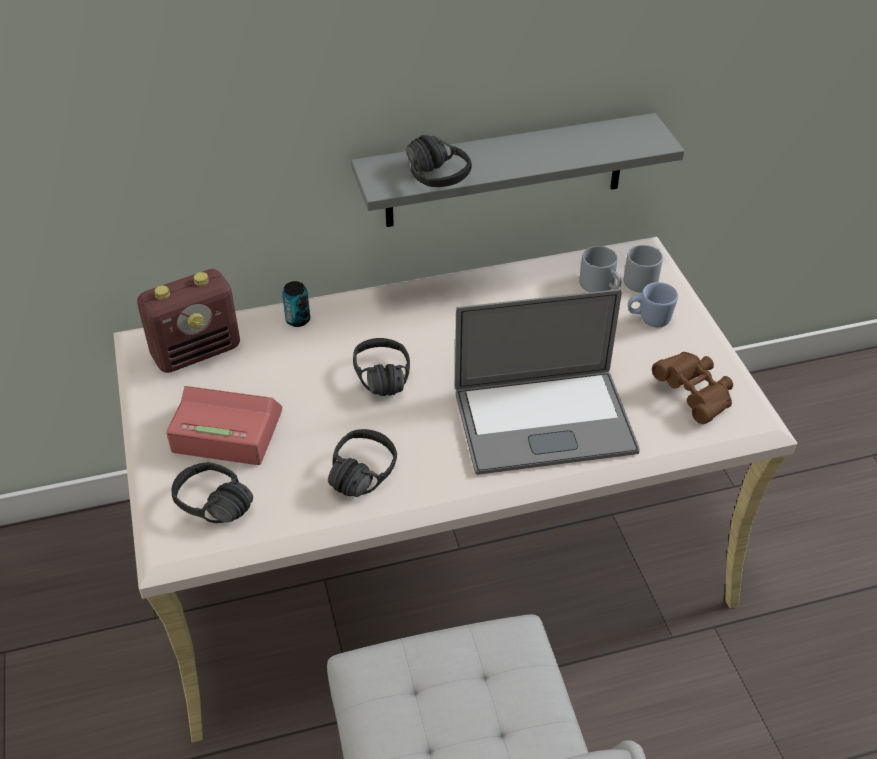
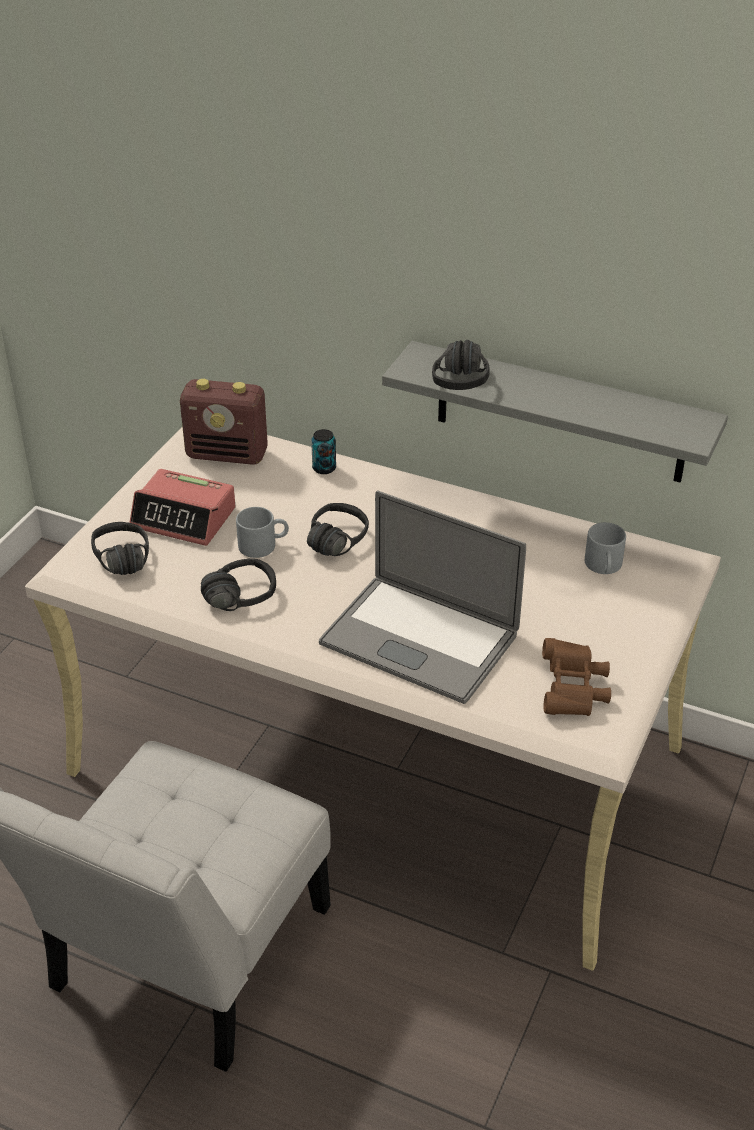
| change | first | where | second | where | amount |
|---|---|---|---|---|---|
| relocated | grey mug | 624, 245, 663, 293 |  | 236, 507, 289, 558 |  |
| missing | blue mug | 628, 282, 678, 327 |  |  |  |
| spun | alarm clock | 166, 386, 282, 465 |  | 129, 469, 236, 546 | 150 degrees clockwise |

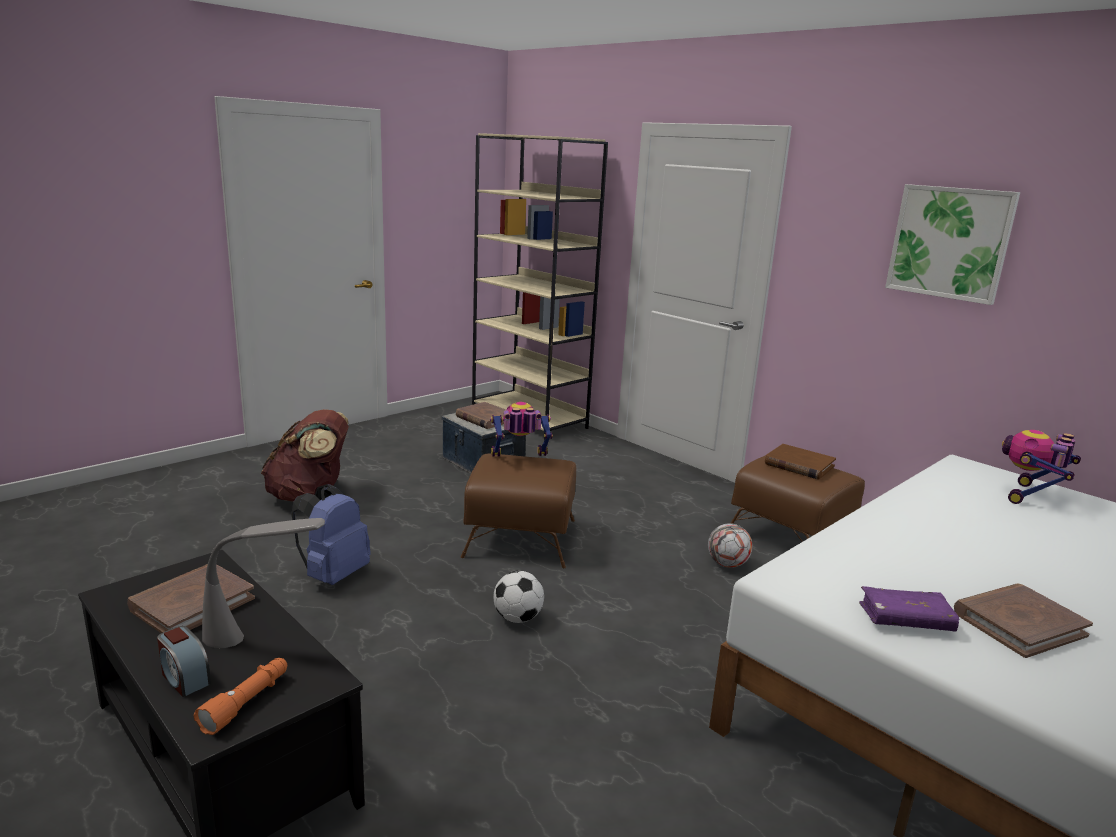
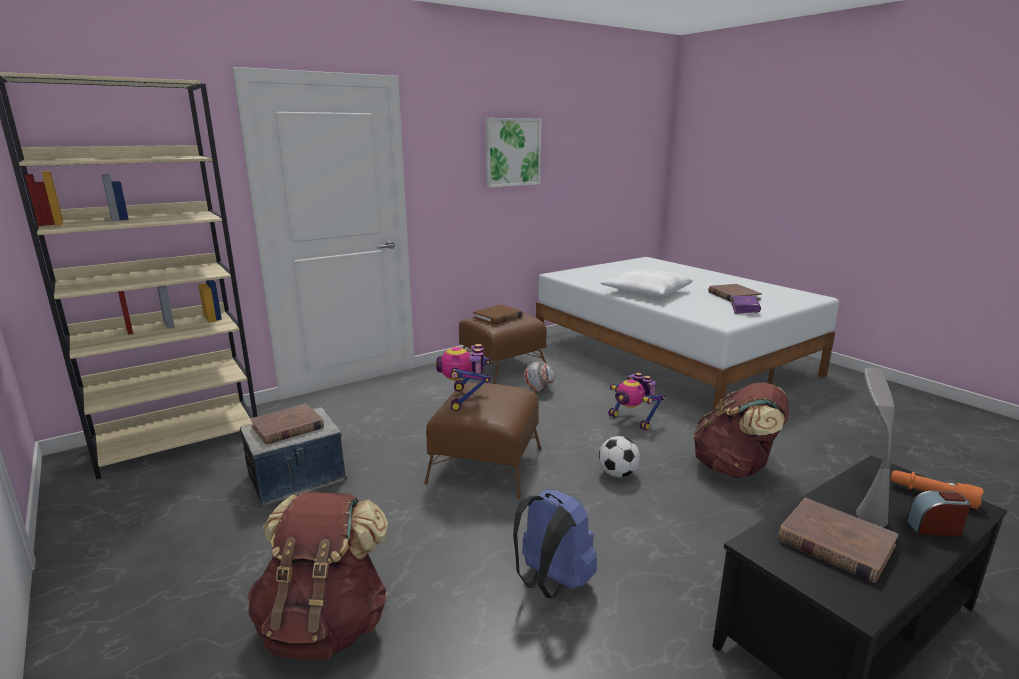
| change | first | where | second | where | amount |
|---|---|---|---|---|---|
| relocated | toy robot | 1002, 430, 1081, 504 |  | 608, 373, 665, 431 |  |
| spun | alarm clock | 157, 626, 211, 697 |  | 907, 490, 971, 537 | 135 degrees counterclockwise |
| appeared |  |  | white pillow | 601, 270, 693, 297 |  |
| appeared |  |  | brown backpack | 693, 383, 789, 478 |  |

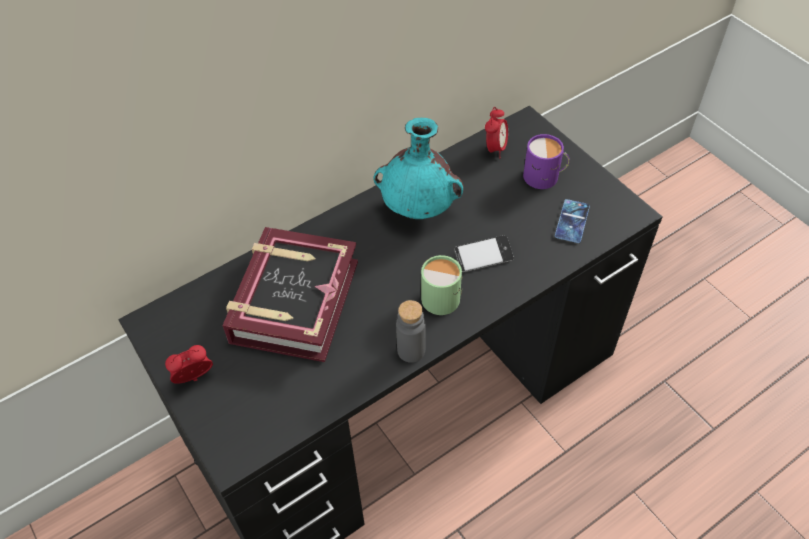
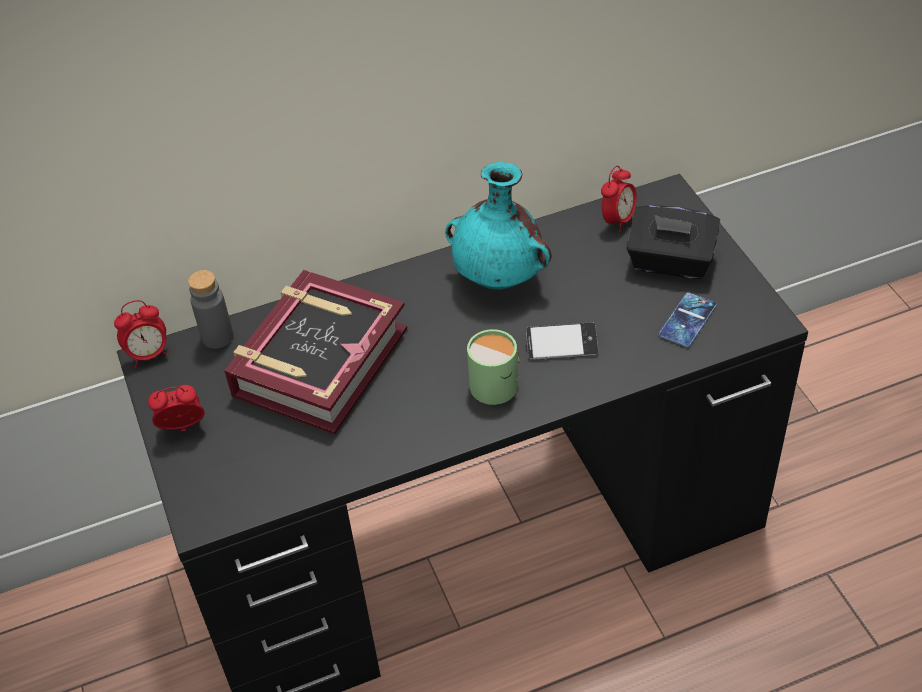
| change | first | where | second | where | amount |
|---|---|---|---|---|---|
| exchanged | purple mug | 523, 134, 570, 189 | black tissue box | 627, 205, 720, 279 |  |
| relocated | grey bottle | 396, 300, 426, 363 |  | 188, 270, 233, 349 |  |
| appeared |  |  | alarm clock | 114, 300, 168, 368 |  |

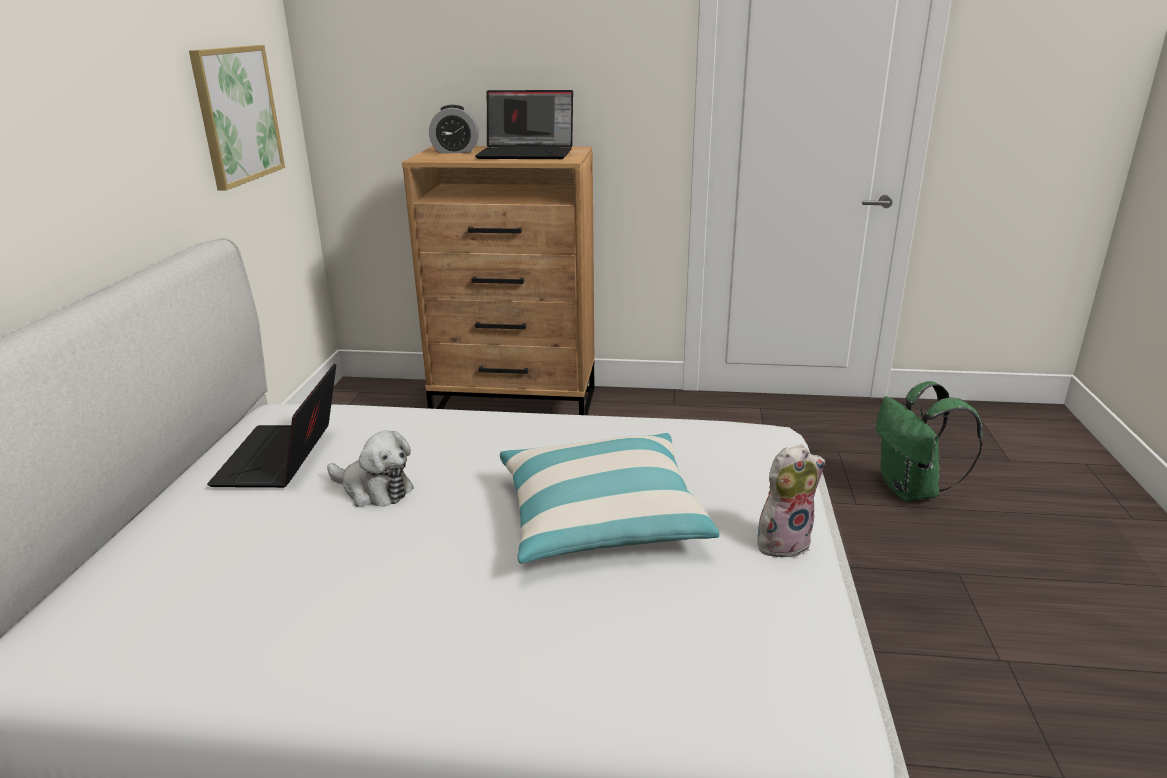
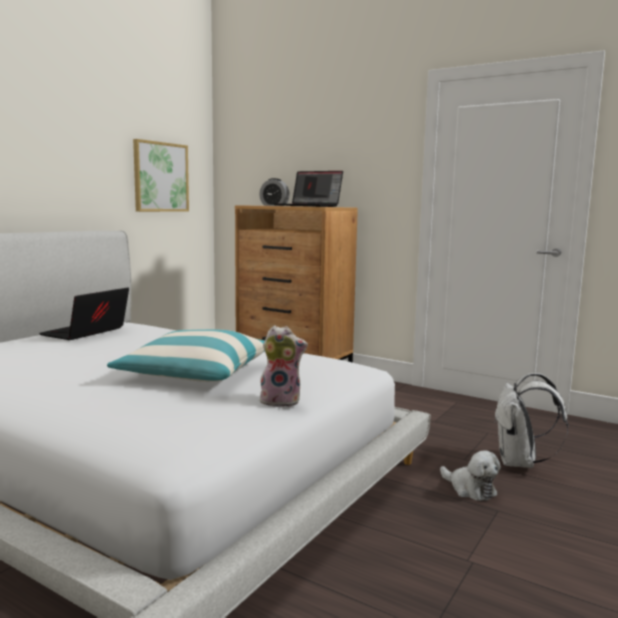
| change | first | where | second | where | amount |
|---|---|---|---|---|---|
| colour | green backpack | 876, 381, 983, 501 | white backpack | 494, 373, 569, 468 |  |
| relocated | plush toy | 327, 430, 414, 507 |  | 440, 450, 501, 501 |  |

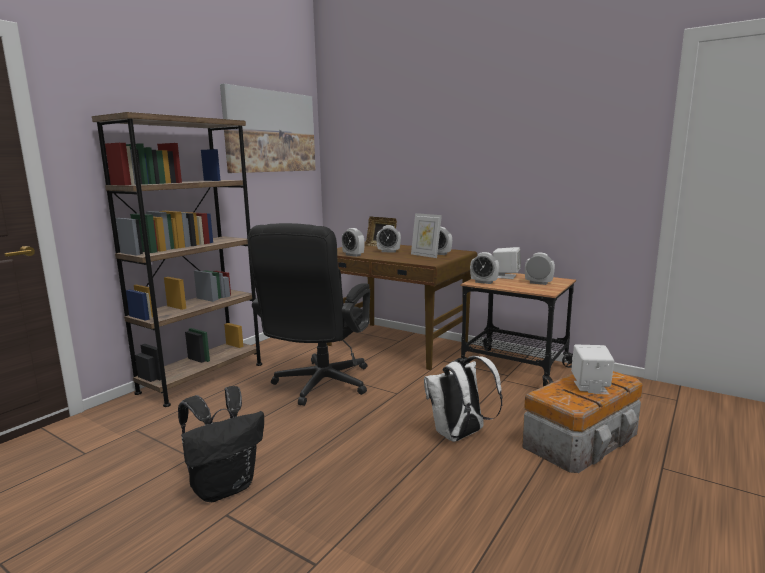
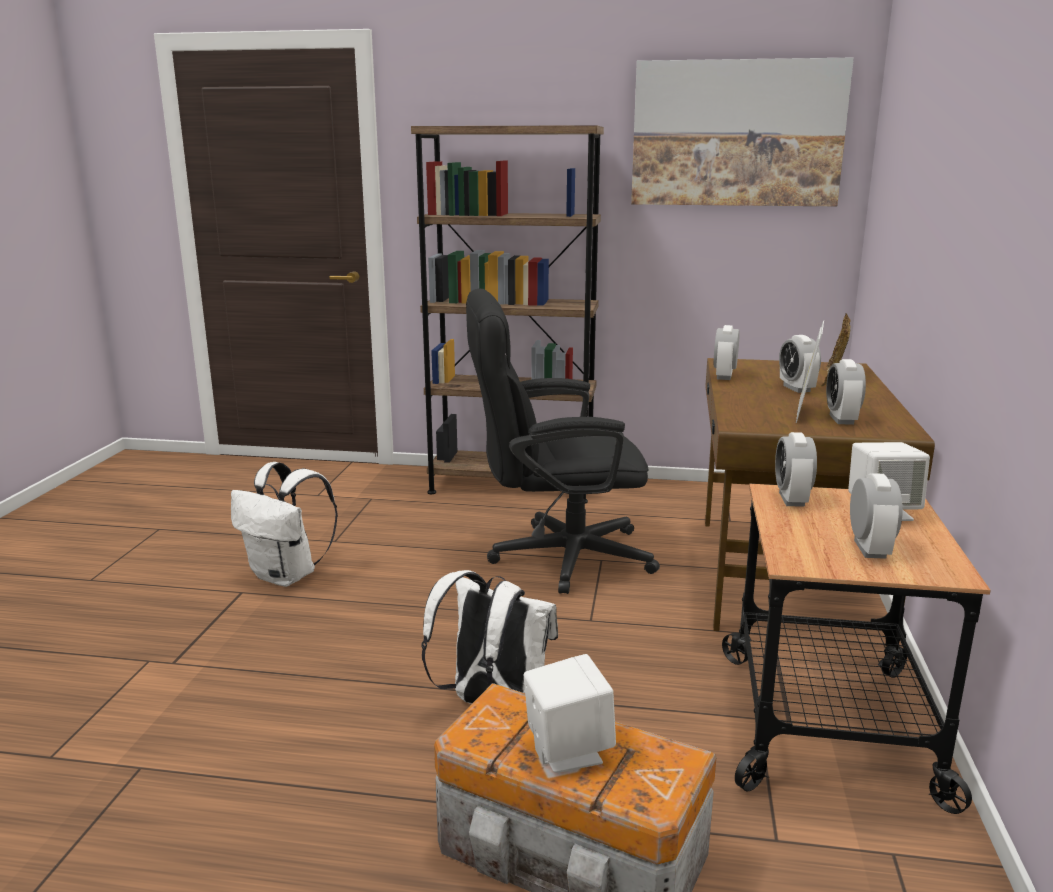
| change | first | where | second | where | amount |
|---|---|---|---|---|---|
| colour | black backpack | 178, 386, 264, 502 | white backpack | 231, 462, 338, 587 |  |

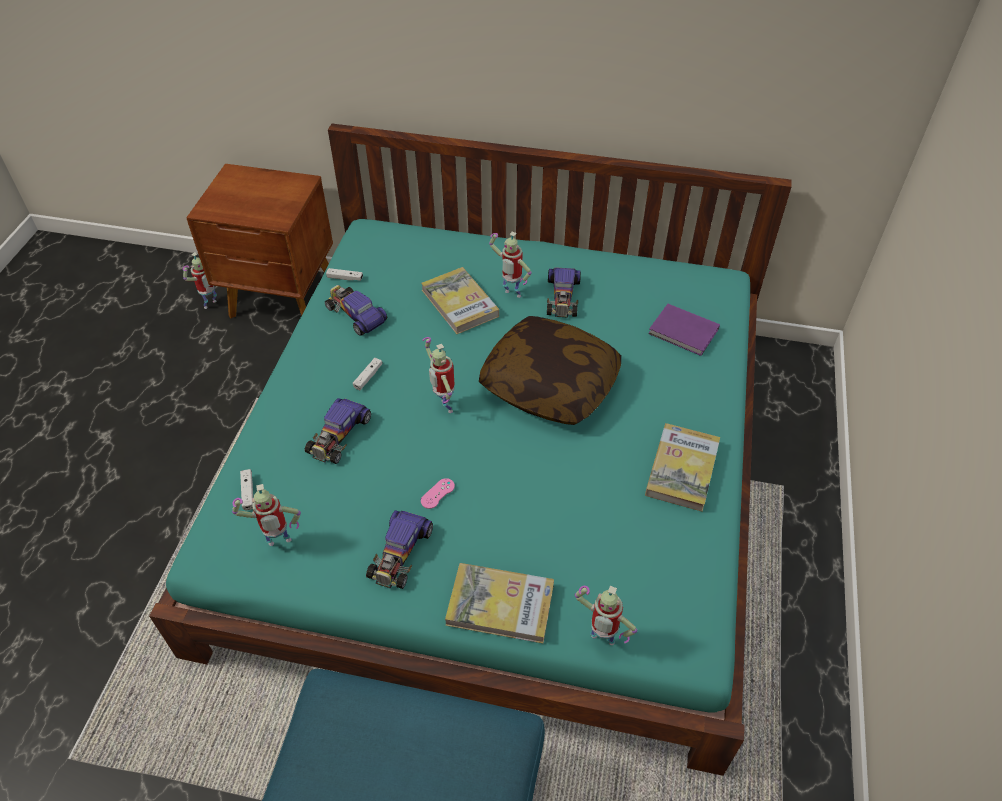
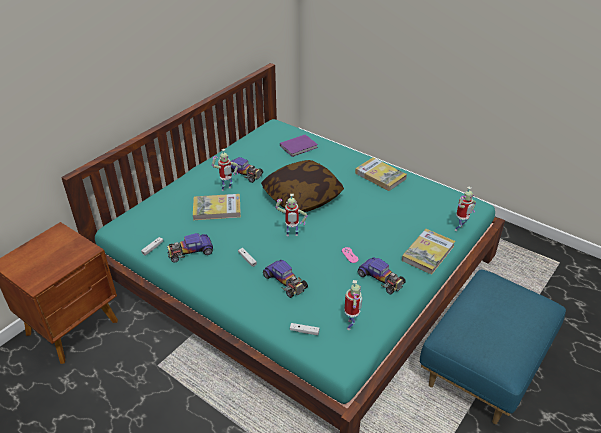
| change | first | where | second | where | amount |
|---|---|---|---|---|---|
| missing | toy robot | 183, 252, 217, 309 |  |  |  |

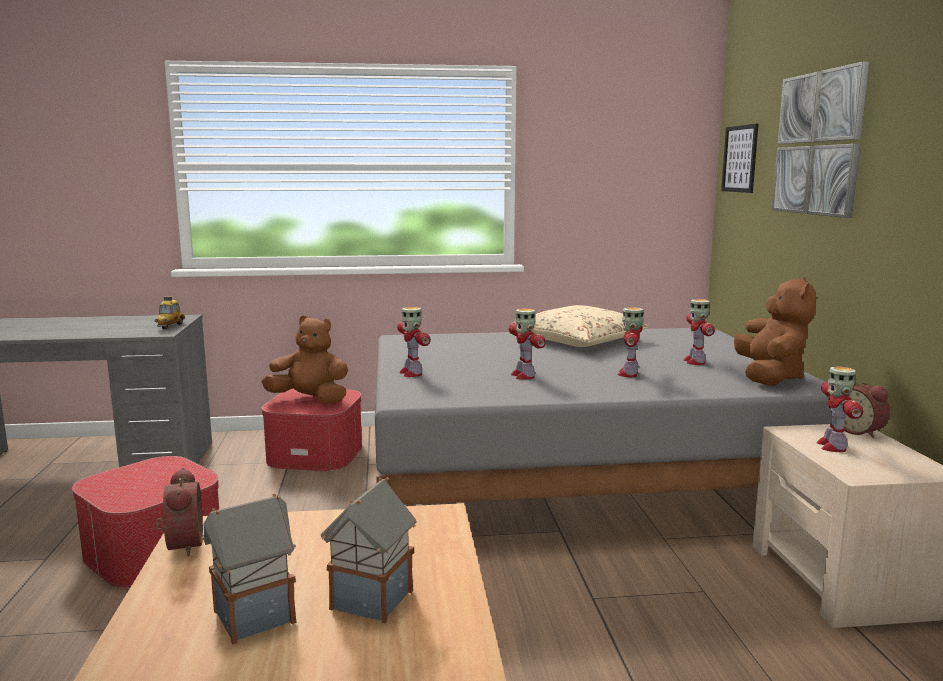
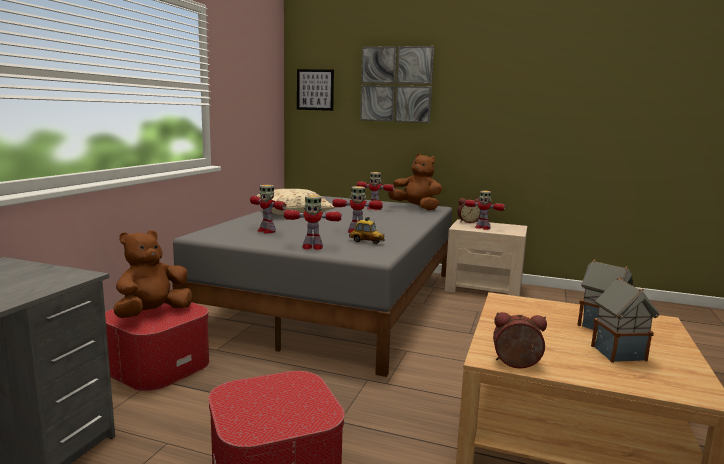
| change | first | where | second | where | amount |
|---|---|---|---|---|---|
| relocated | toy car | 155, 297, 185, 329 |  | 349, 217, 385, 244 |  |
| relocated | toy robot | 618, 307, 644, 377 |  | 250, 185, 286, 233 |  |

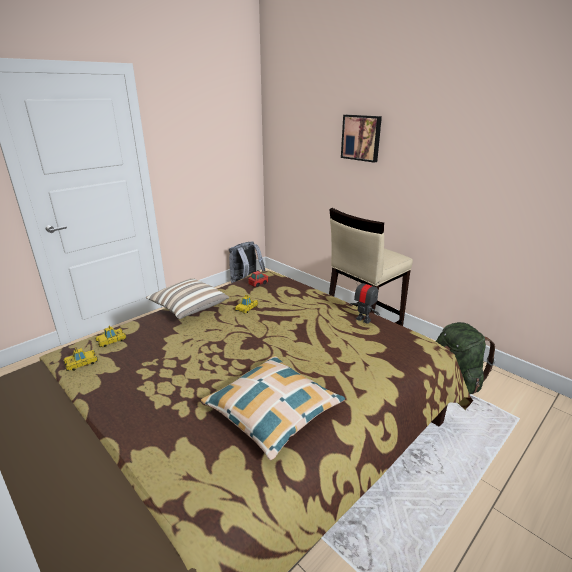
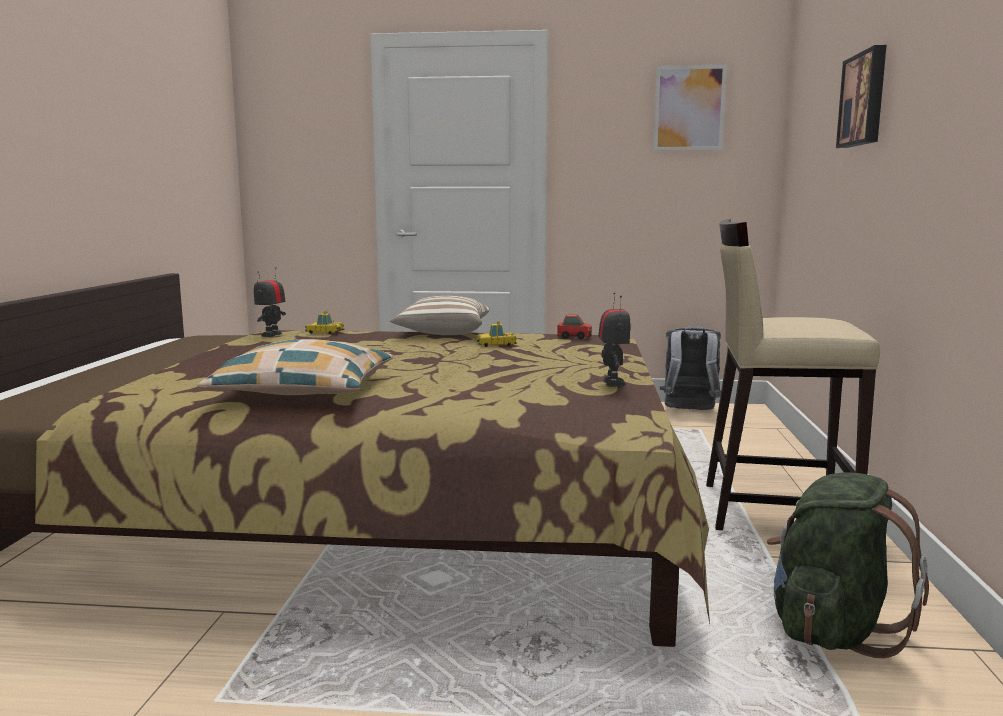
| change | first | where | second | where | amount |
|---|---|---|---|---|---|
| exchanged | toy car | 63, 348, 98, 371 | toy robot | 254, 267, 286, 337 |  |
| appeared |  |  | picture | 653, 65, 727, 151 |  |

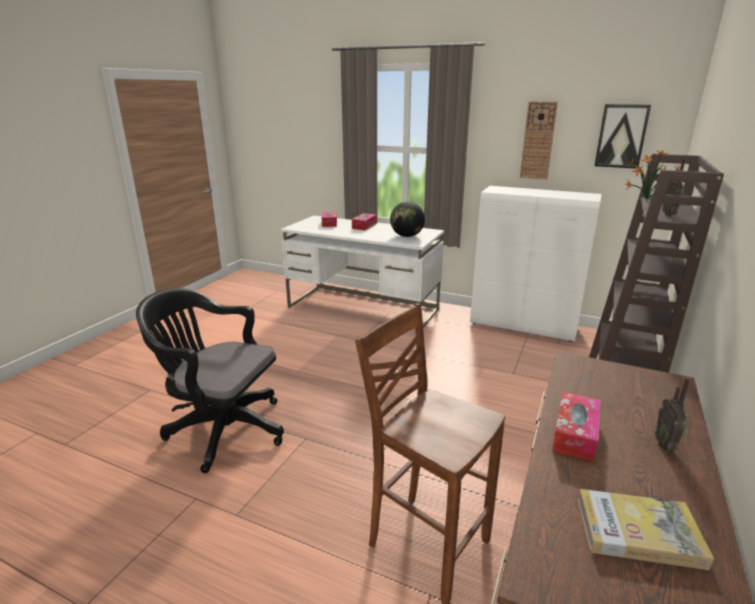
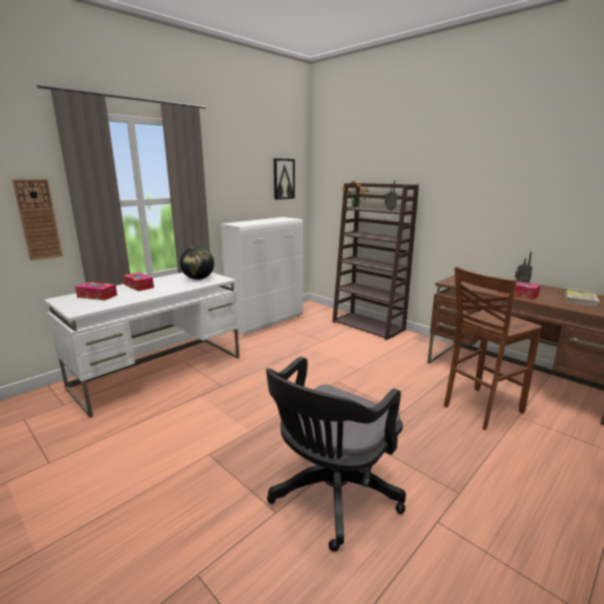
| change | first | where | second | where | amount |
|---|---|---|---|---|---|
| relocated | wall clock | 520, 102, 558, 179 |  | 12, 179, 63, 261 |  |

